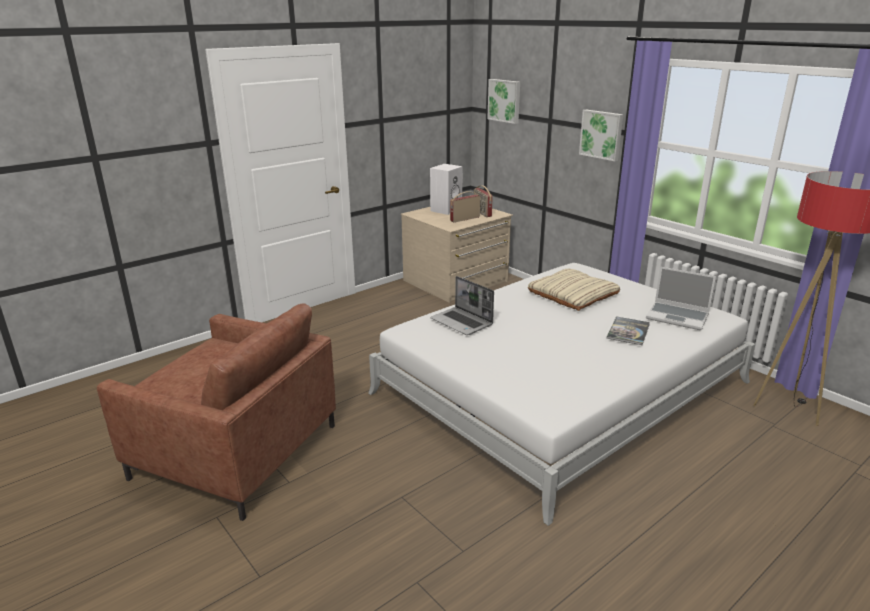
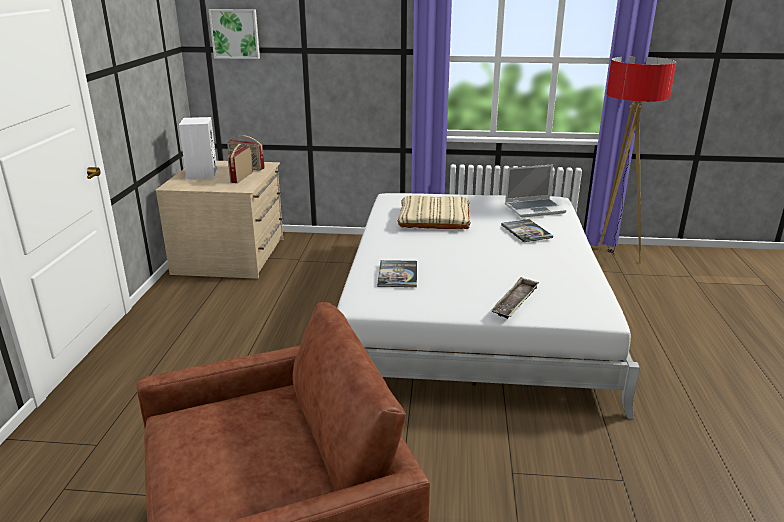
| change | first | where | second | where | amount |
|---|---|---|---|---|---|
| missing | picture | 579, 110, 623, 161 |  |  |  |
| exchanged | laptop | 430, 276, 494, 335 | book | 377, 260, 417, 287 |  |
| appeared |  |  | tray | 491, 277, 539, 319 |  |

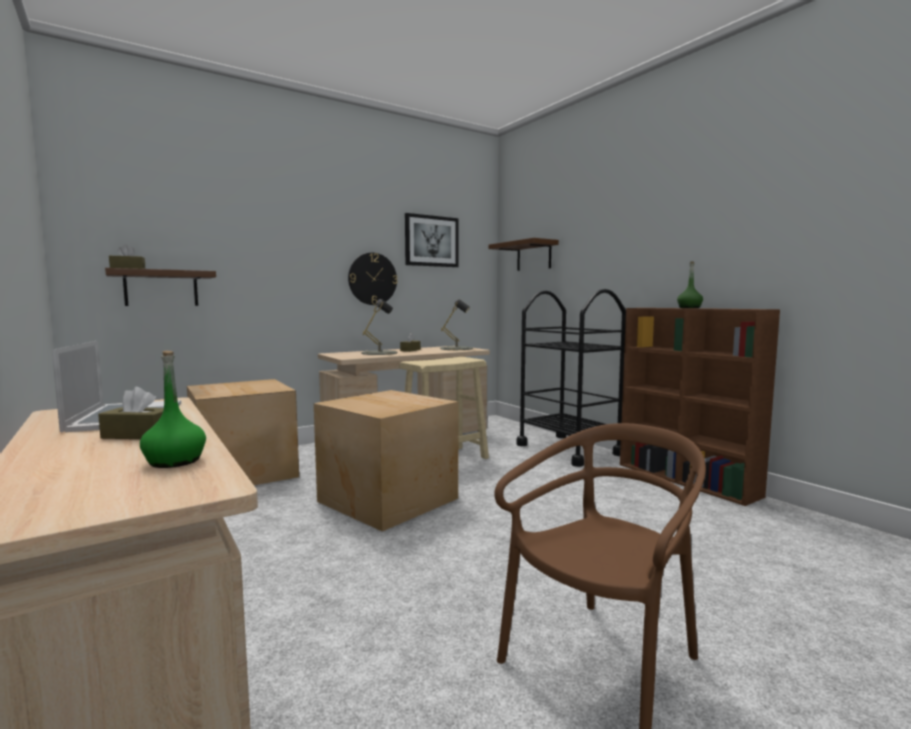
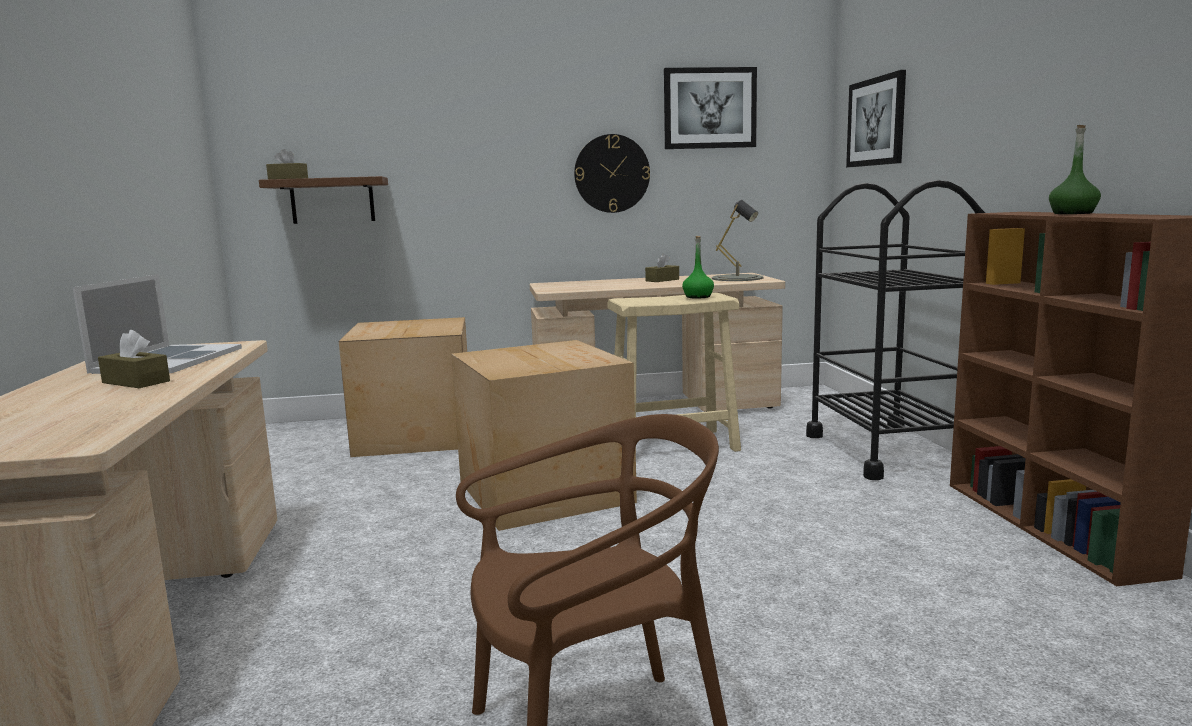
| change | first | where | second | where | amount |
|---|---|---|---|---|---|
| exchanged | brown shelf | 489, 238, 559, 271 | picture | 846, 70, 906, 167 |  |
| missing | grey table lamp | 361, 299, 398, 355 |  |  |  |
| relocated | green bottle | 140, 351, 206, 468 |  | 682, 236, 714, 299 |  |

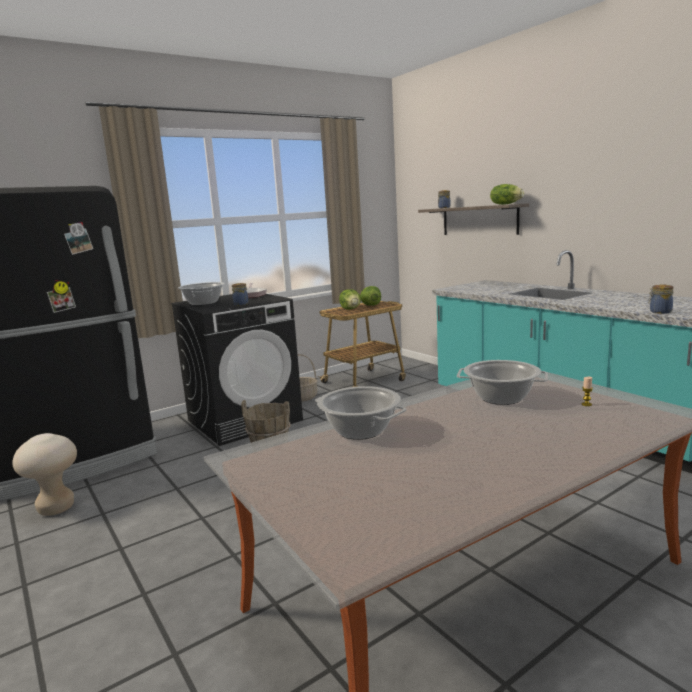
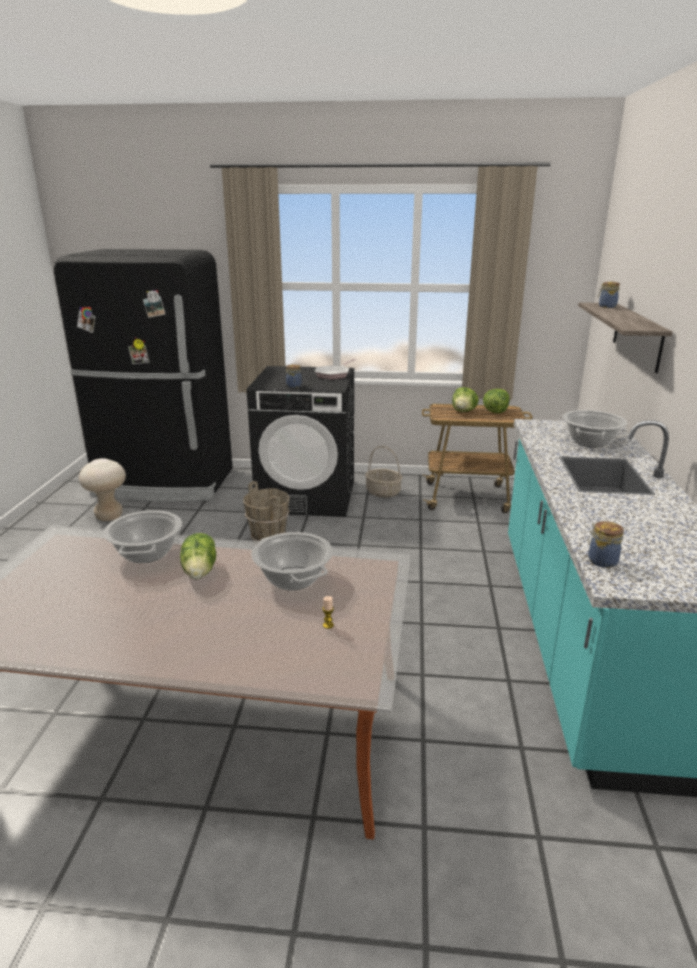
| change | first | where | second | where | amount |
|---|---|---|---|---|---|
| relocated | lettuce | 490, 184, 524, 205 |  | 180, 533, 216, 579 |  |
| relocated | cooking pot | 178, 282, 225, 306 |  | 563, 410, 627, 448 |  |

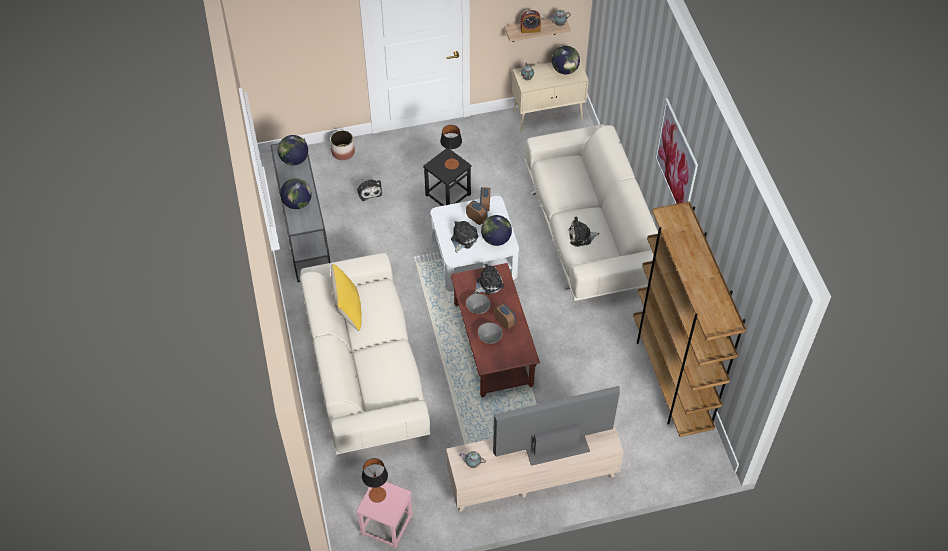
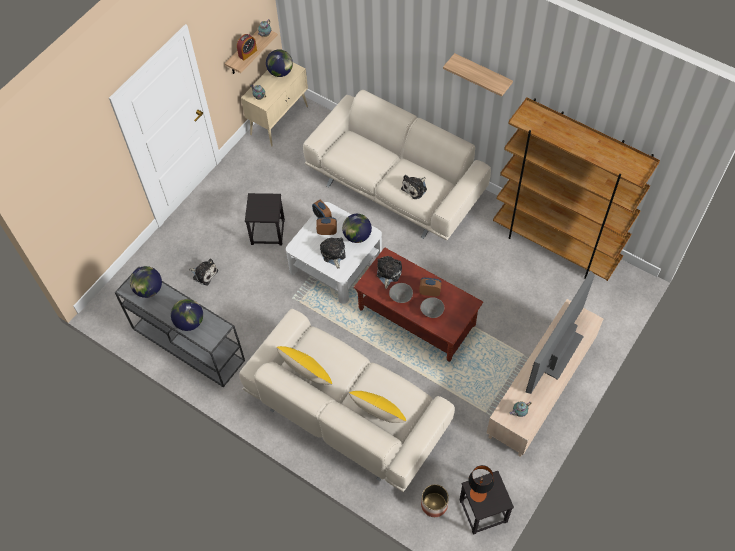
| change | first | where | second | where | amount |
|---|---|---|---|---|---|
| exchanged | picture | 655, 98, 698, 204 | shelf | 443, 53, 513, 97 |  |
| missing | table lamp | 440, 125, 462, 170 |  |  |  |
| relocated | planter | 330, 130, 355, 160 |  | 421, 484, 449, 517 |  |
| colour | pink stool | 356, 482, 412, 549 | black stool | 460, 471, 514, 535 |  |
| appeared |  |  | yellow pillow | 349, 391, 406, 423 |  |

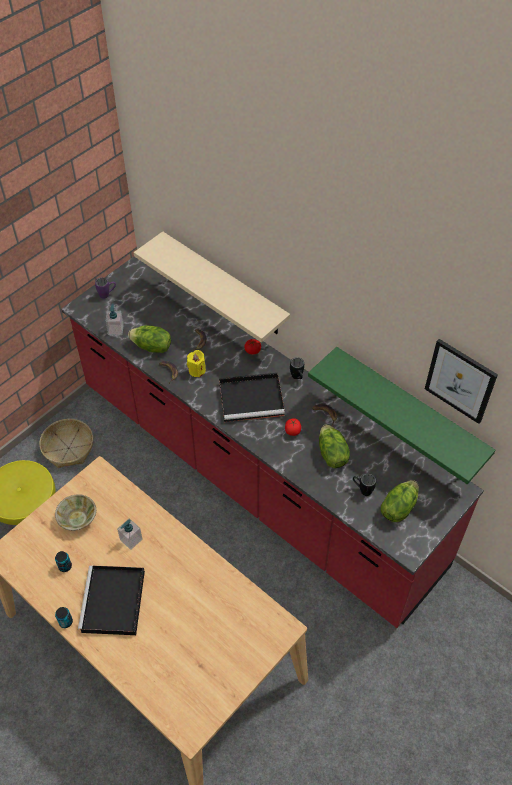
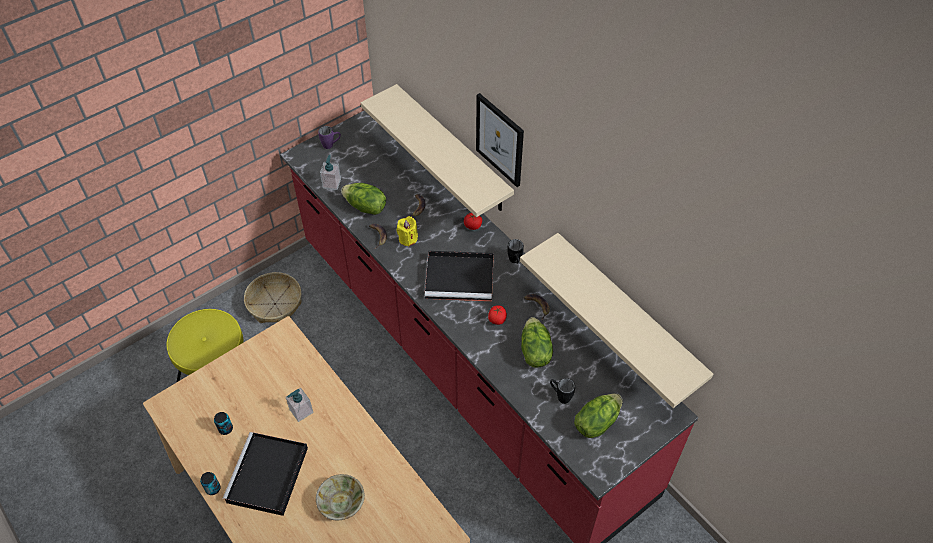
| change | first | where | second | where | amount |
|---|---|---|---|---|---|
| relocated | picture | 425, 339, 498, 424 |  | 476, 93, 524, 187 |  |
| colour | green shelf | 308, 347, 496, 484 | beige shelf | 520, 233, 713, 408 |  |
| relocated | beige bowl | 55, 494, 96, 531 |  | 316, 474, 365, 520 |  |

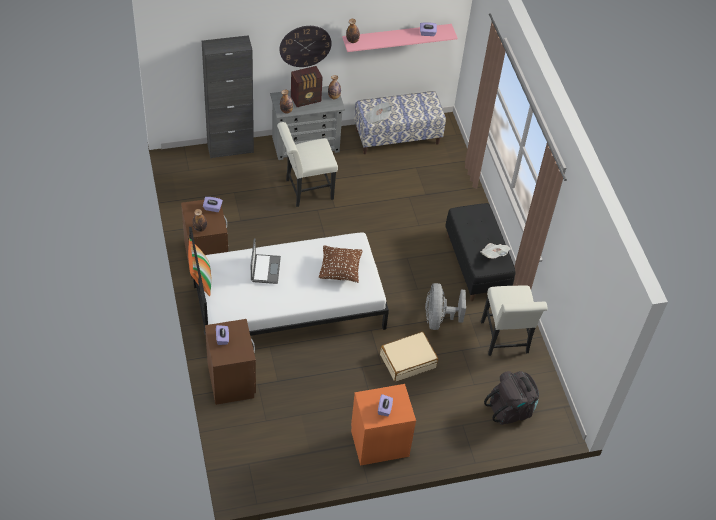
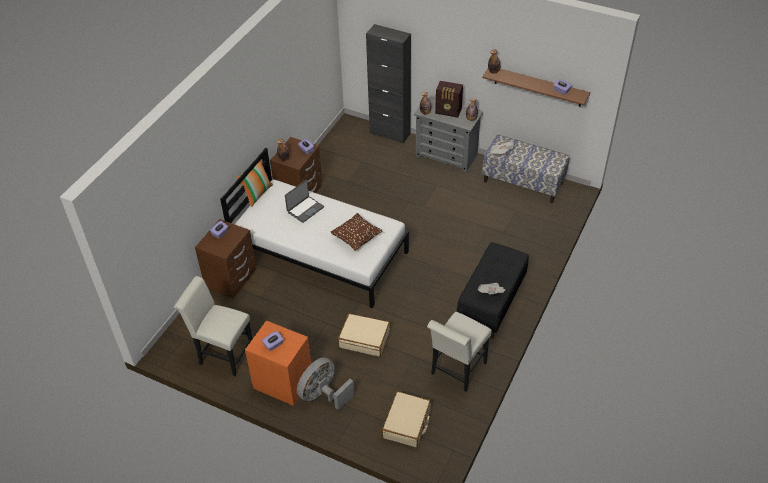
| change | first | where | second | where | amount |
|---|---|---|---|---|---|
| colour | pink shelf | 342, 24, 458, 52 | brown shelf | 482, 69, 590, 107 |  |
| missing | wall clock | 279, 26, 332, 67 |  |  |  |
| relocated | white chair | 277, 122, 338, 207 |  | 174, 276, 252, 376 |  |
| relocated | grey fan | 425, 283, 466, 330 |  | 297, 358, 354, 410 |  |
| exchanged | black backpack | 484, 371, 539, 425 | beige suitcase | 382, 391, 431, 447 |  |

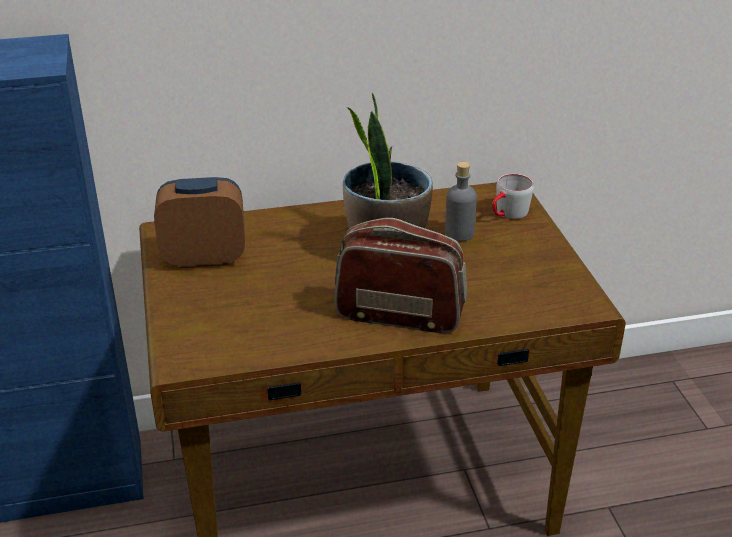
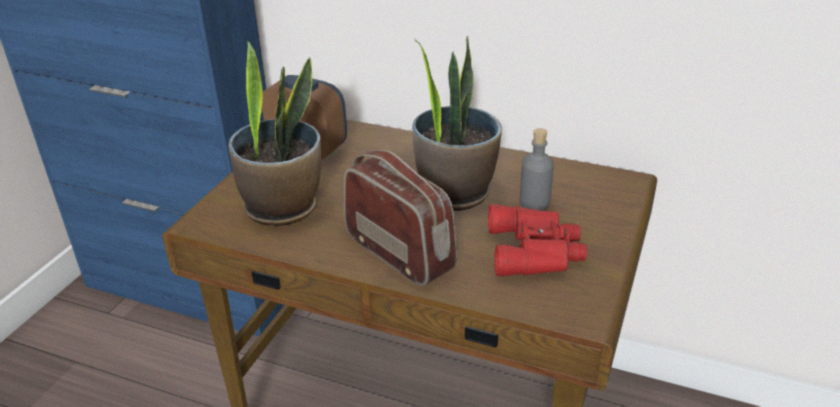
| change | first | where | second | where | amount |
|---|---|---|---|---|---|
| missing | grey mug | 492, 174, 534, 219 |  |  |  |
| appeared |  |  | potted plant | 228, 41, 321, 226 |  |
| appeared |  |  | red binoculars | 488, 204, 587, 276 |  |

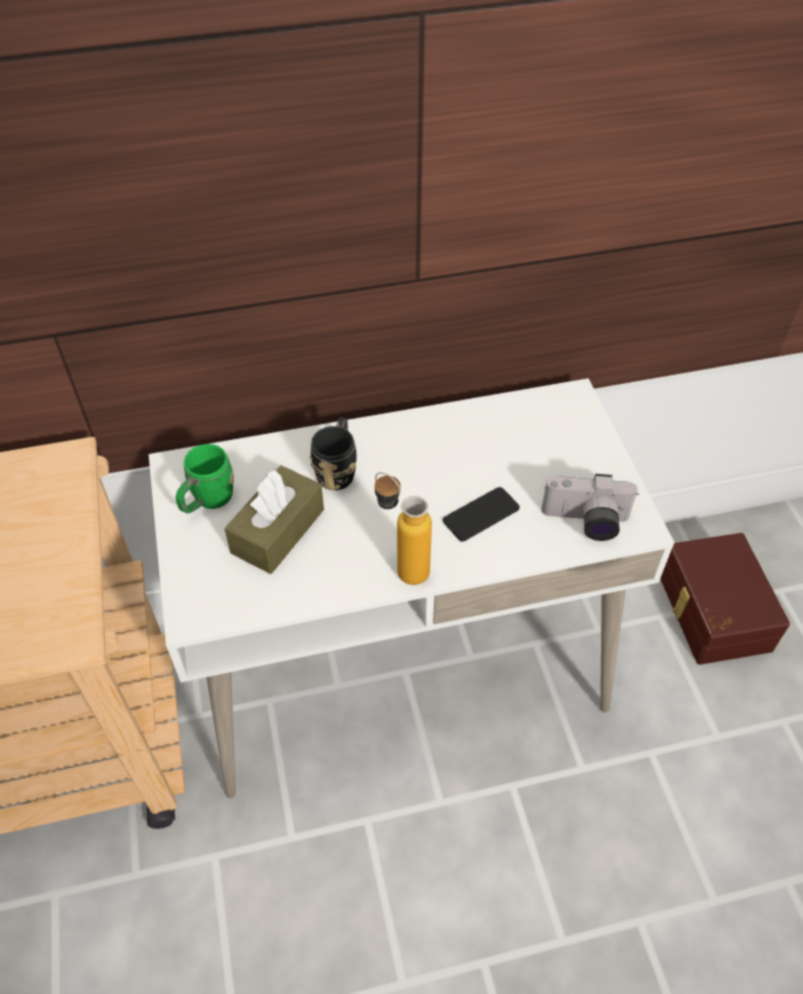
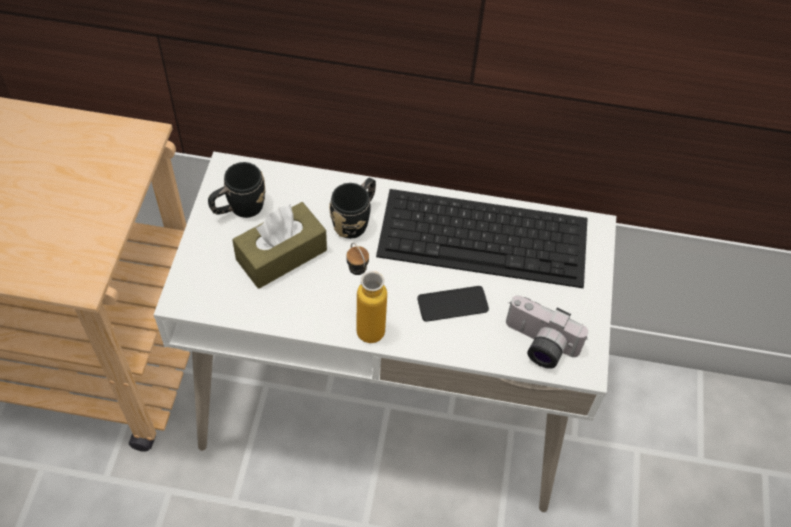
| change | first | where | second | where | amount |
|---|---|---|---|---|---|
| colour | green mug | 176, 444, 234, 514 | black mug | 208, 162, 265, 218 |  |
| missing | brown storage box | 660, 533, 790, 665 |  |  |  |
| appeared |  |  | keyboard | 376, 189, 588, 288 |  |

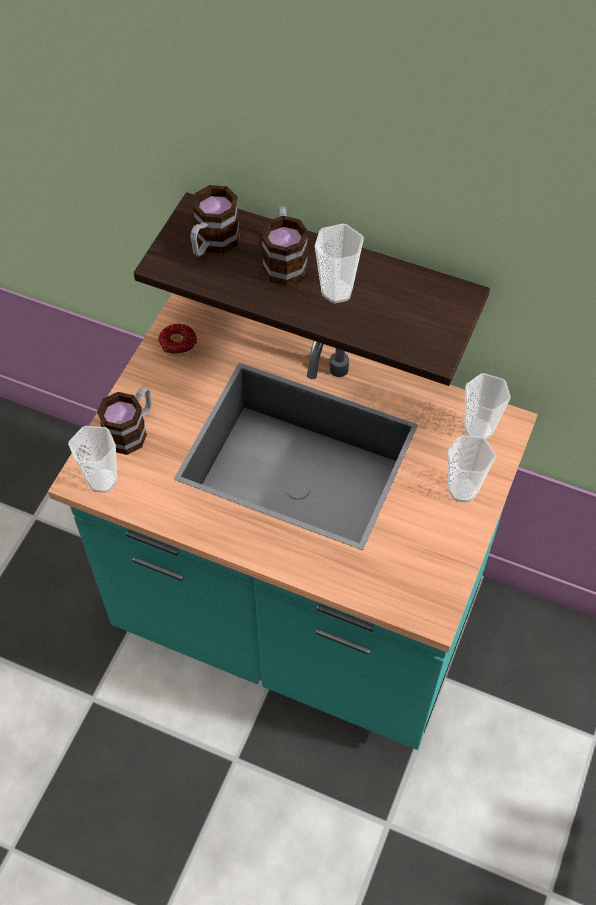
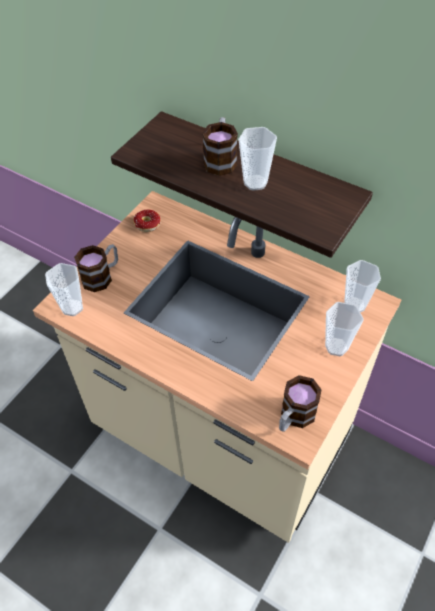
| change | first | where | second | where | amount |
|---|---|---|---|---|---|
| relocated | mug | 190, 185, 240, 257 |  | 279, 375, 322, 432 |  |
| colour | turquoise counter | 48, 293, 538, 750 | beige counter | 33, 191, 401, 543 |  |

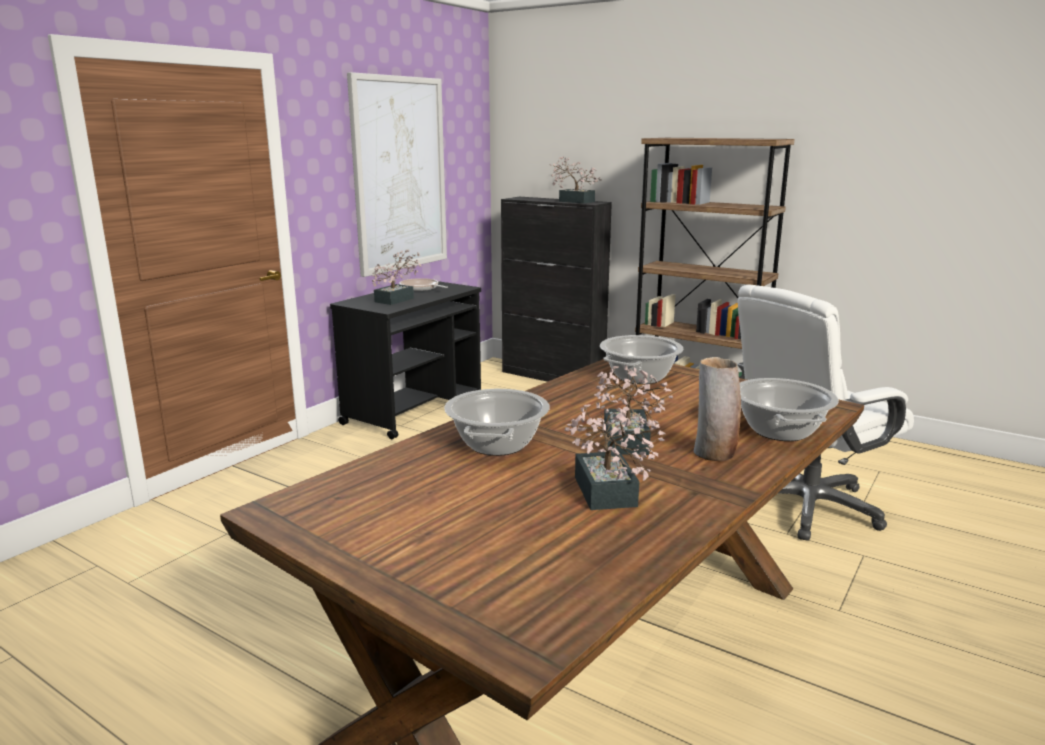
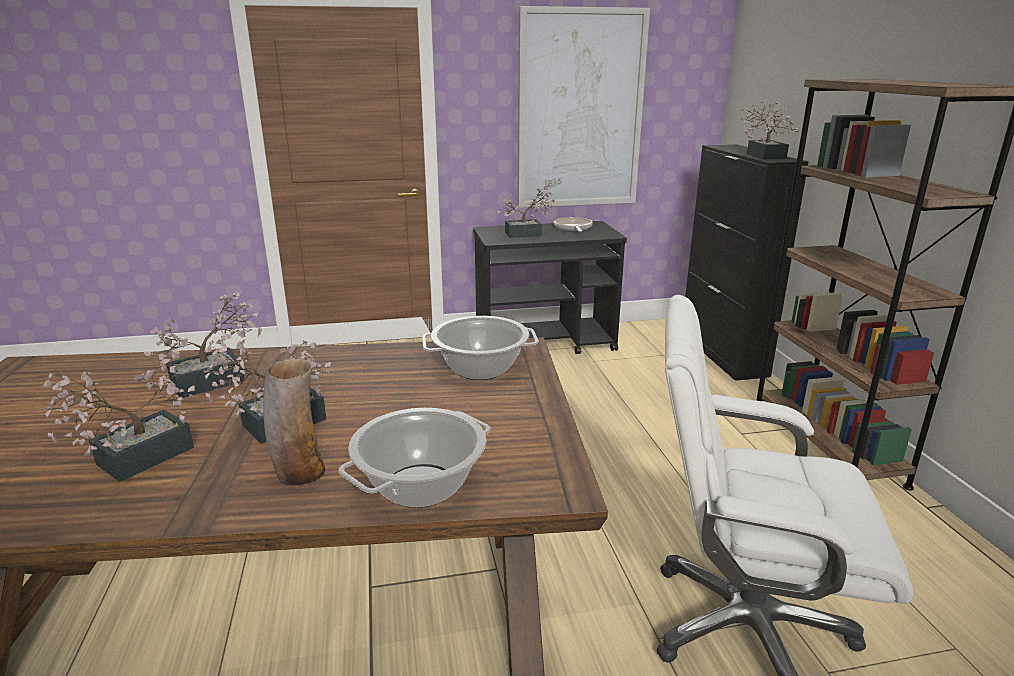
| change | first | where | second | where | amount |
|---|---|---|---|---|---|
| exchanged | cooking pot | 444, 389, 549, 456 | potted plant | 144, 293, 262, 398 |  |

